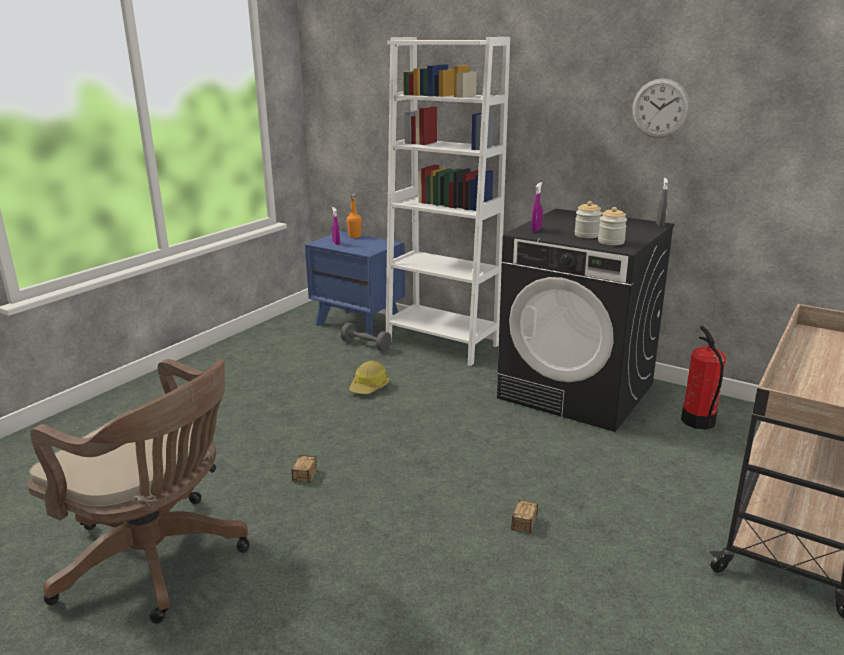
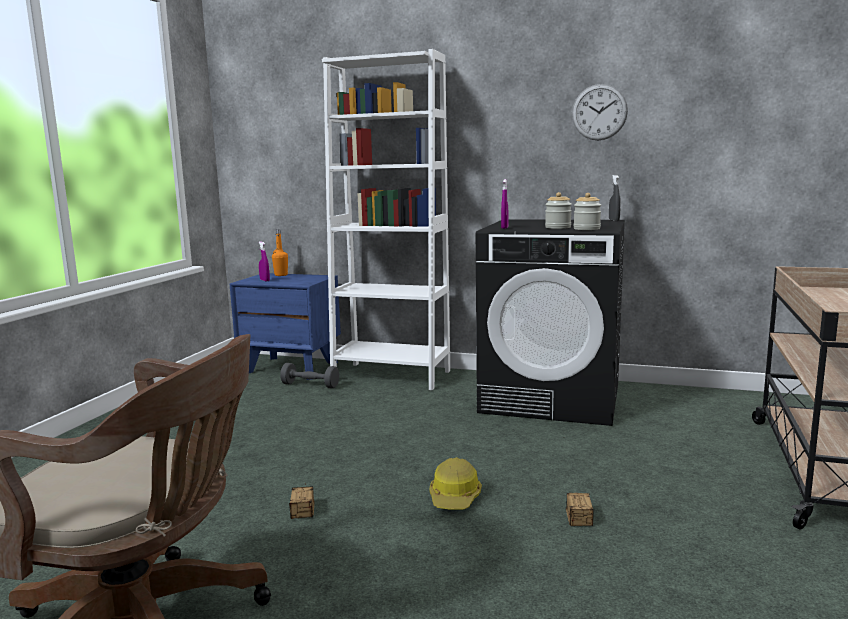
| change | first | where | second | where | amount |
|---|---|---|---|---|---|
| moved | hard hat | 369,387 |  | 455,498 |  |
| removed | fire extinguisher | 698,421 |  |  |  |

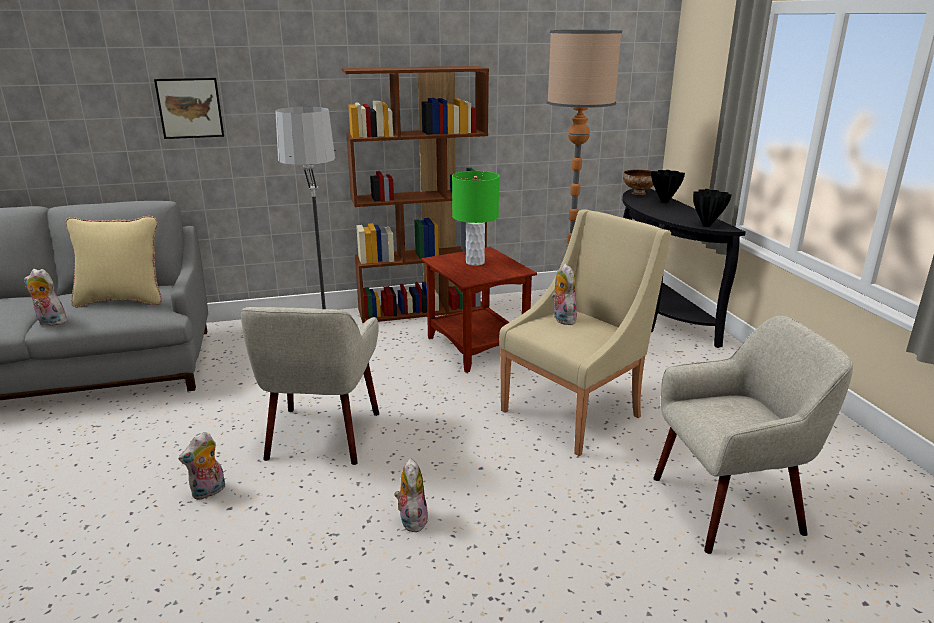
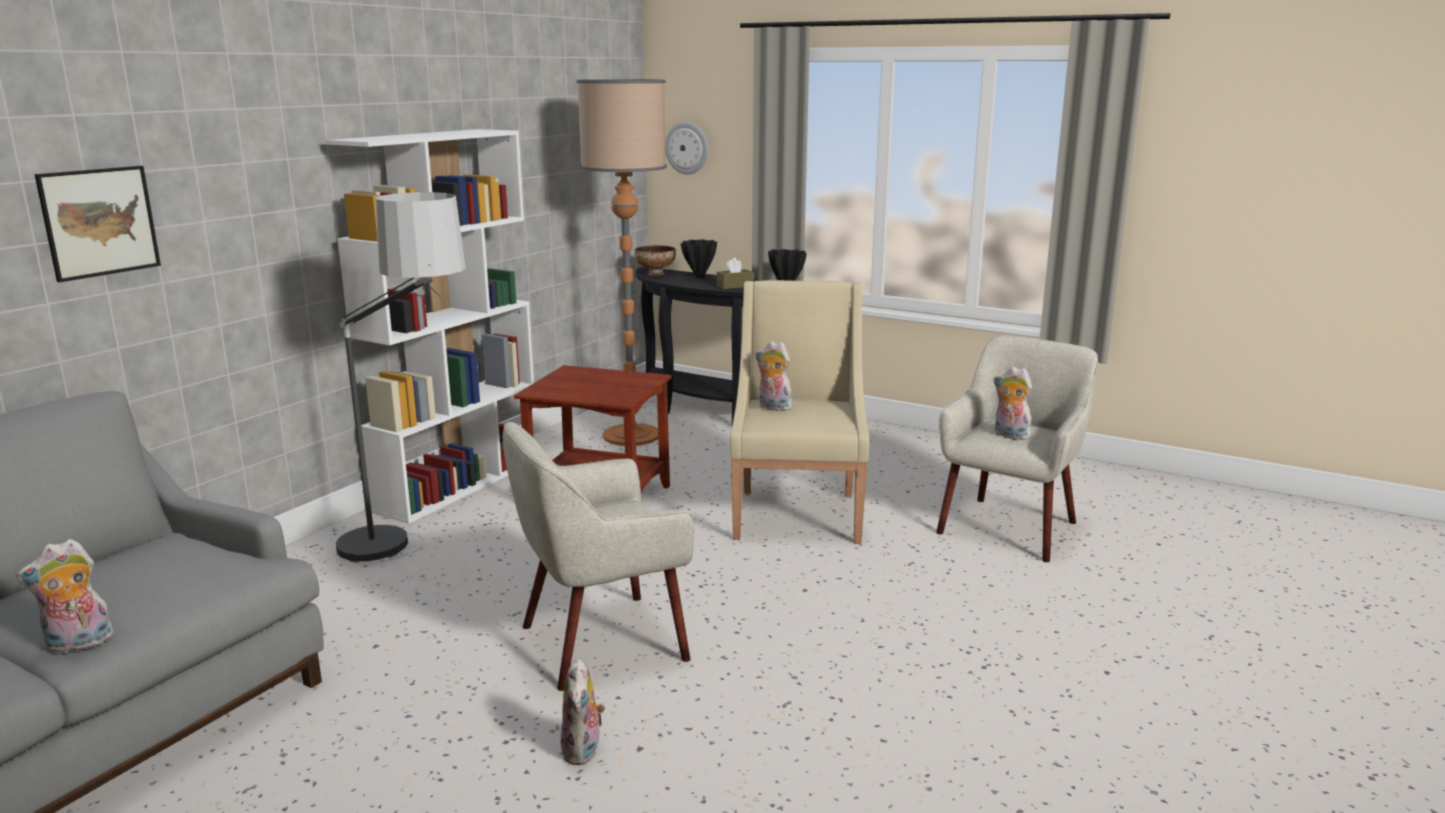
| change | first | where | second | where | amount |
|---|---|---|---|---|---|
| recoloured | bookcase/brown | 422,309 | bookcase/white | 459,484 |  |
| turned | armchair/beige | 322,436 |  | 600,641 | 105 degrees clockwise |
| added |  |  | wall clock | 687,148 |  |
| added |  |  | tissue box/brown | 735,286 |  |
| moved | plush toy | 411,519 |  | 1009,435 |  |
| removed | pillow/beige | 122,300 |  |  |  |
| removed | table lamp/green | 474,262 |  |  |  |

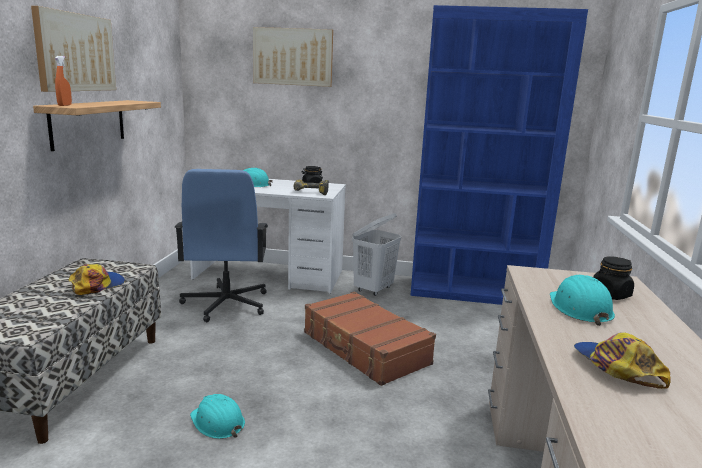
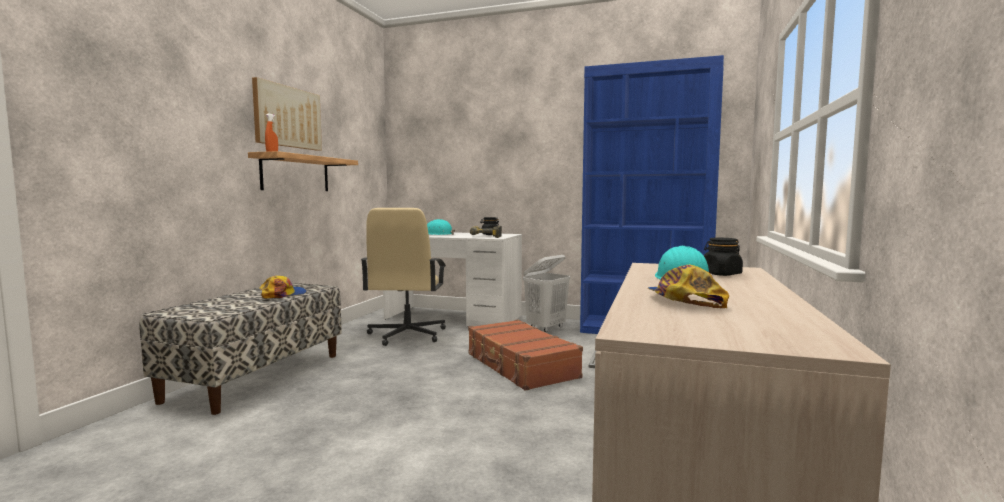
| change | first | where | second | where | amount |
|---|---|---|---|---|---|
| recoloured | office chair/blue | 225,304 | office chair/beige | 406,335 |  |
| removed | hard hat/turquoise | 217,422 |  |  |  |
| removed | picture | 293,57 |  |  |  |

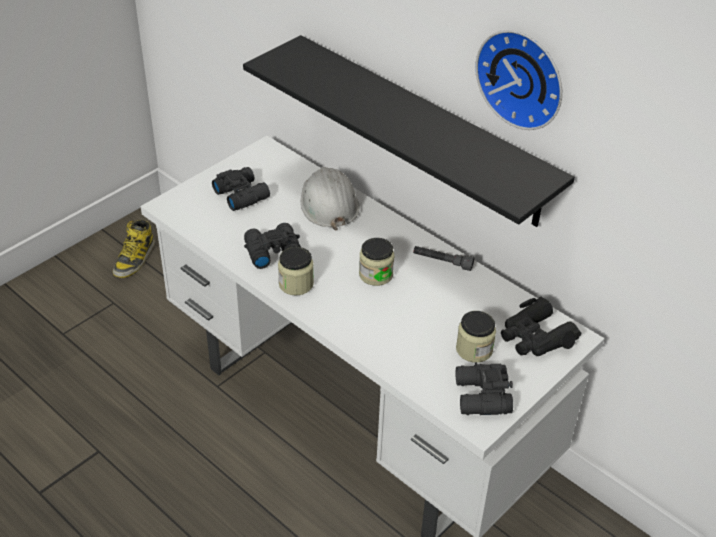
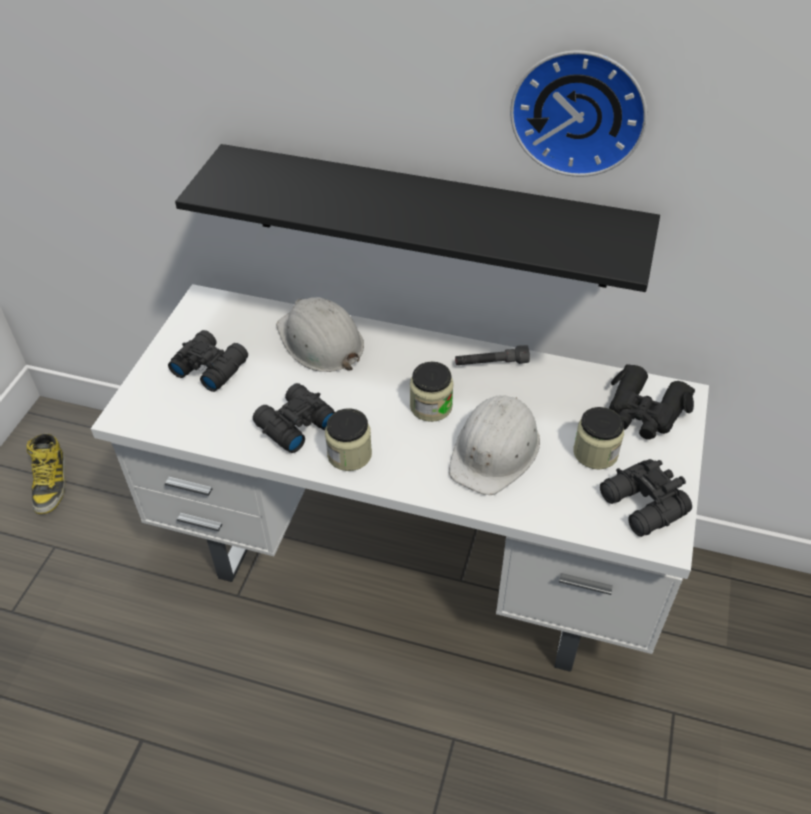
| change | first | where | second | where | amount |
|---|---|---|---|---|---|
| added |  |  | hard hat/white | 495,450 |  |

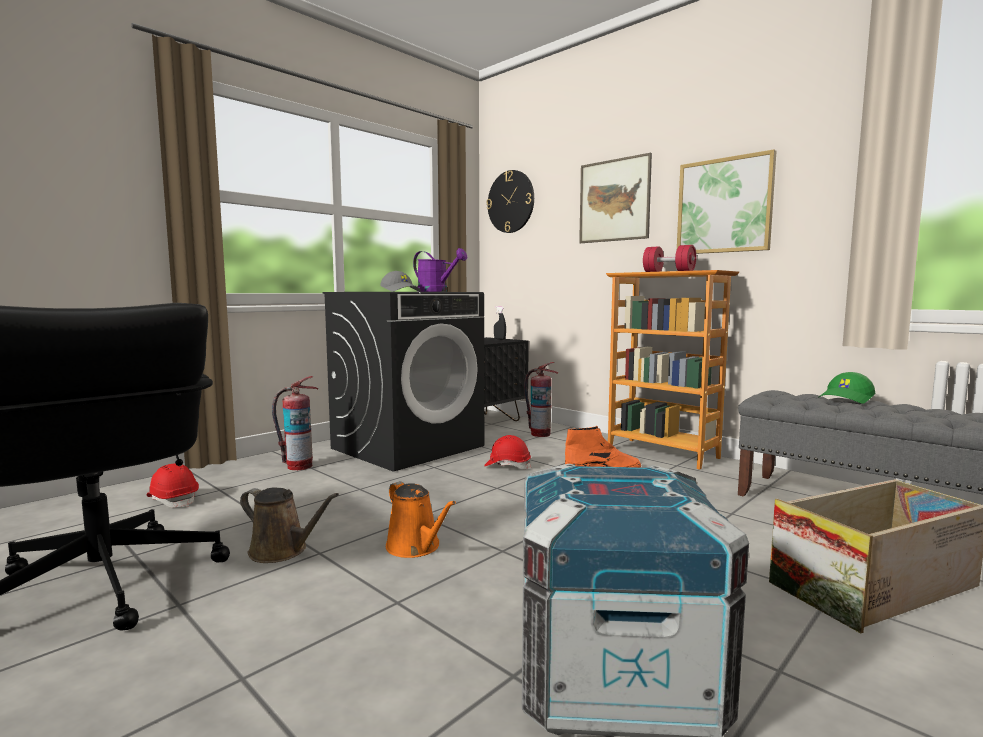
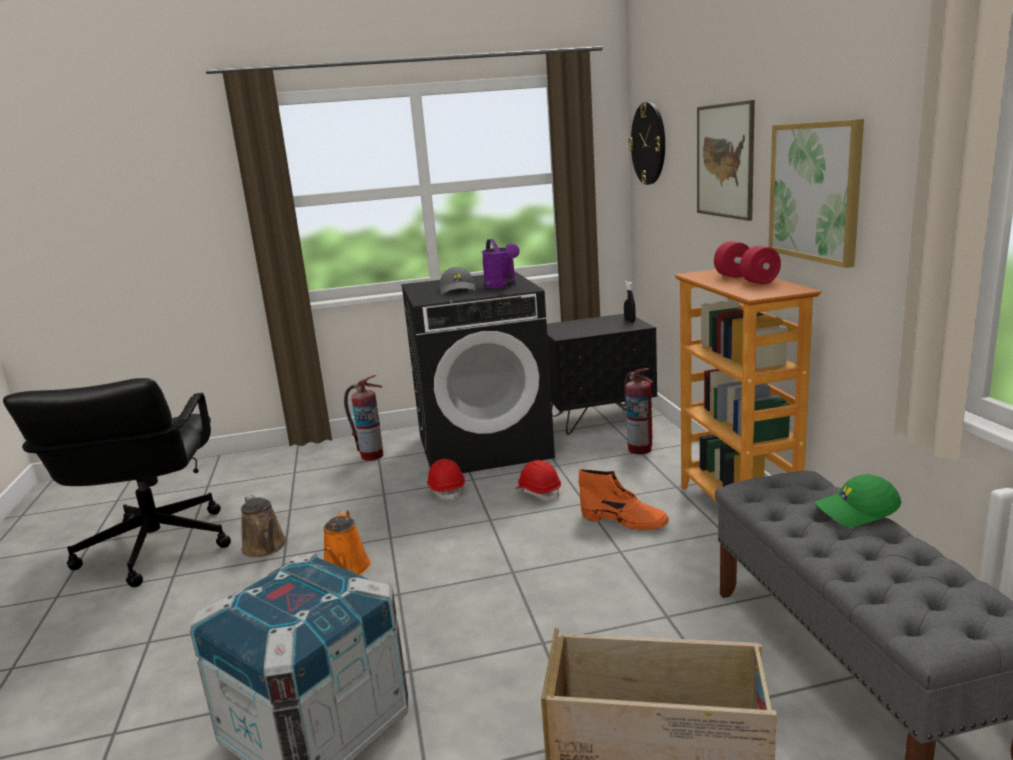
| change | first | where | second | where | amount |
|---|---|---|---|---|---|
| moved | hard hat/red | 173,500 |  | 446,490 |  |

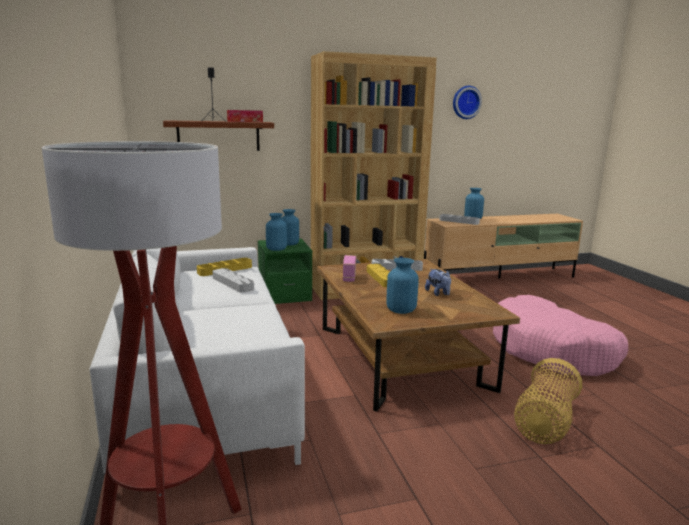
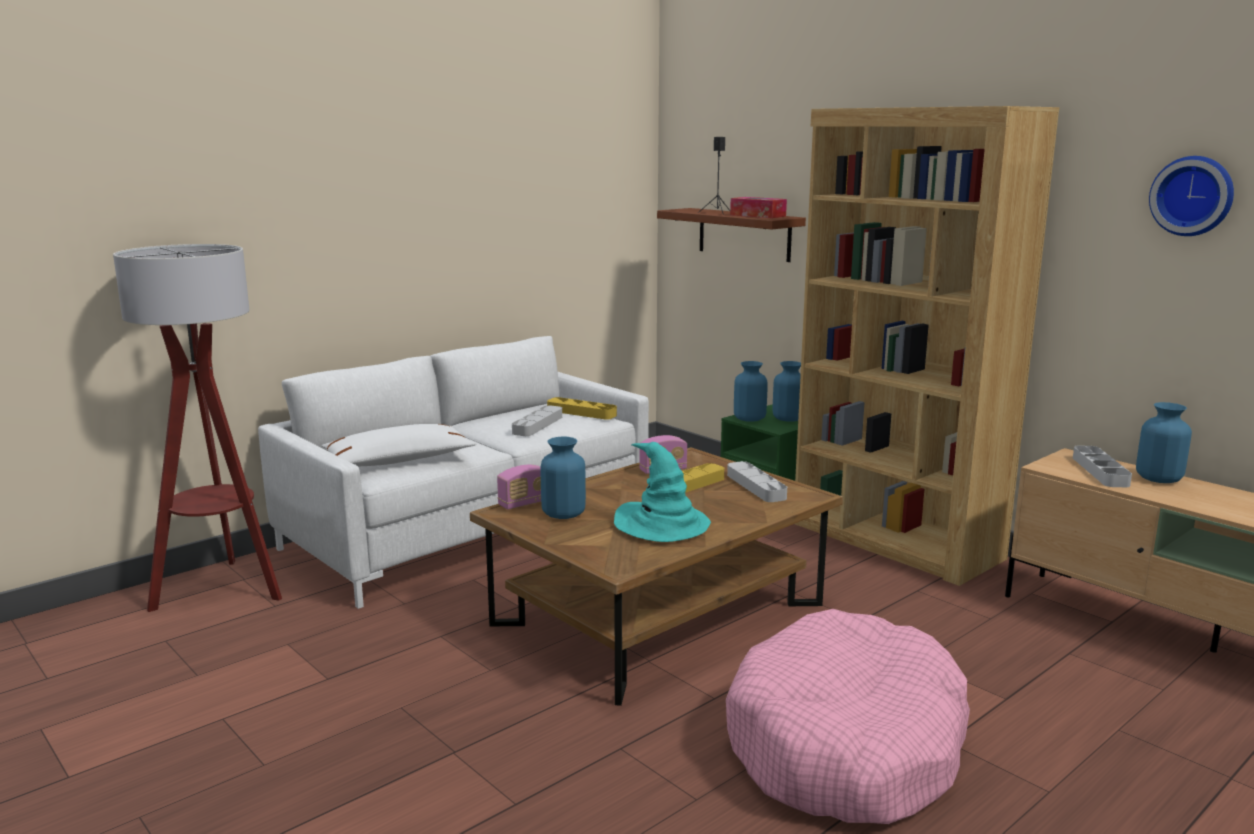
| change | first | where | second | where | amount |
|---|---|---|---|---|---|
| added |  |  | pillow/white | 398,460 |  |
| added |  |  | radio | 524,503 |  |
| replaced | plush toy | 438,293 | hat/turquoise | 662,525 |  |
| removed | basket | 544,423 |  |  |  |

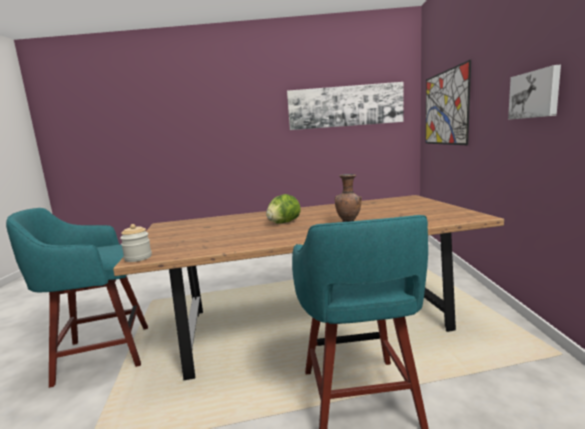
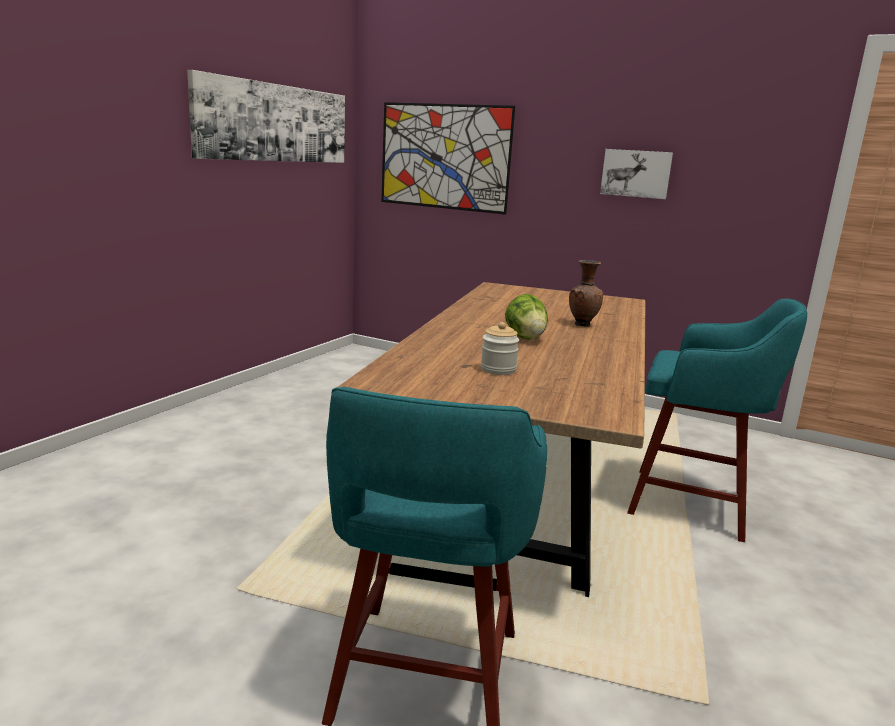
| change | first | where | second | where | amount |
|---|---|---|---|---|---|
| moved | jar | 138,258 |  | 498,370 |  |

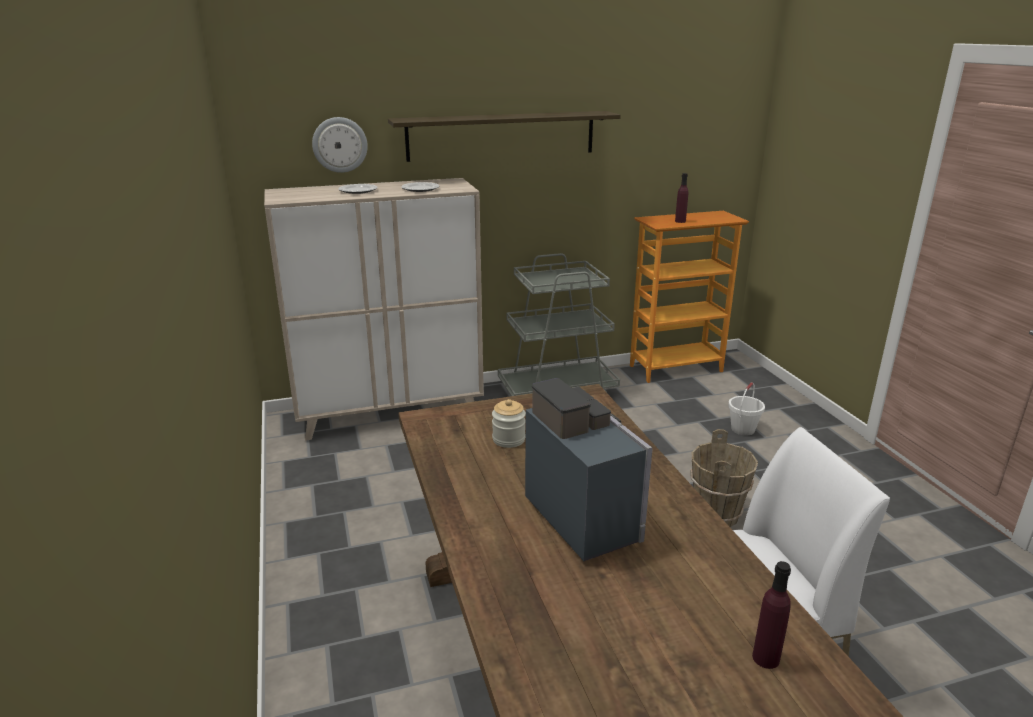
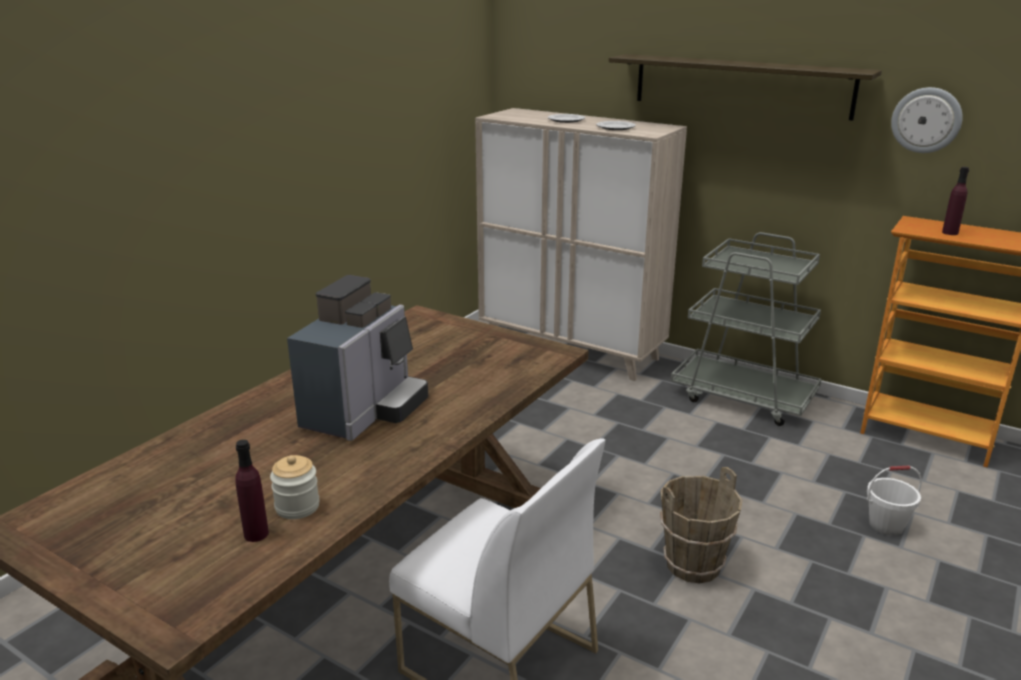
| change | first | where | second | where | amount |
|---|---|---|---|---|---|
| moved | jar | 508,439 |  | 297,507 |  |
| moved | wall clock | 340,144 |  | 926,120 |  |

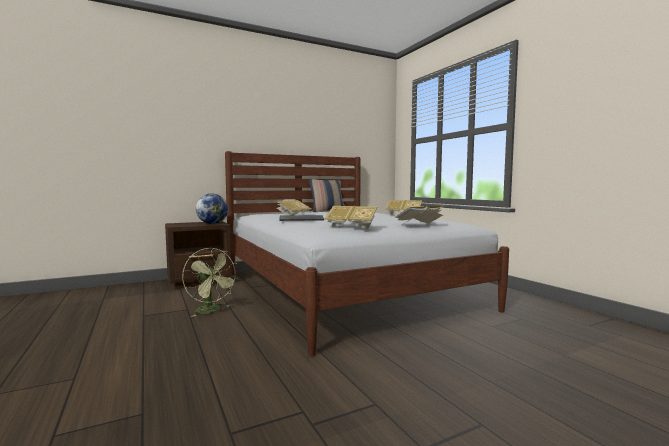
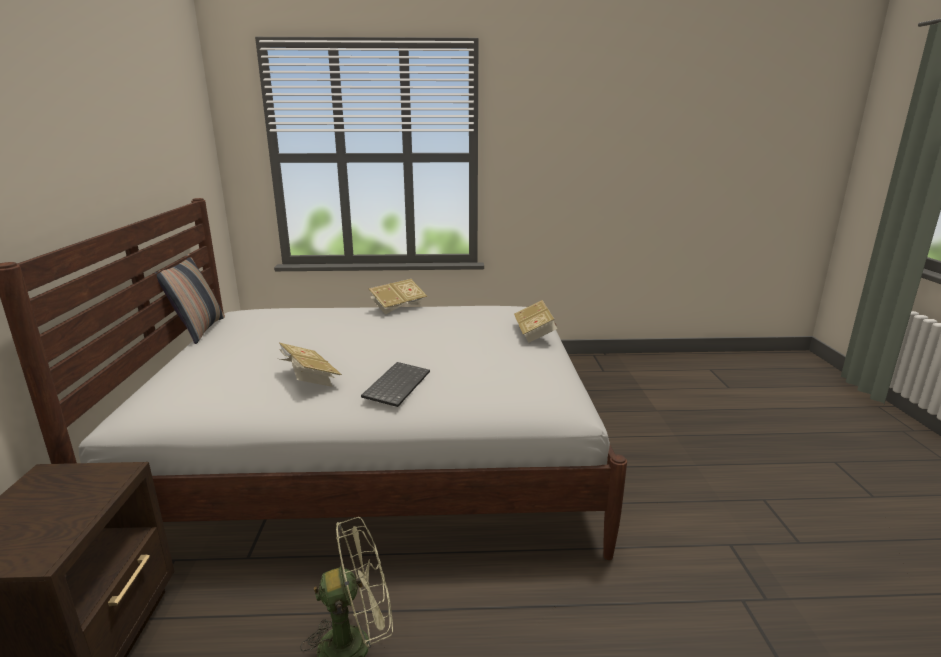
| change | first | where | second | where | amount |
|---|---|---|---|---|---|
| removed | globe | 212,224 |  |  |  |
| removed | book | 351,227 |  |  |  |

